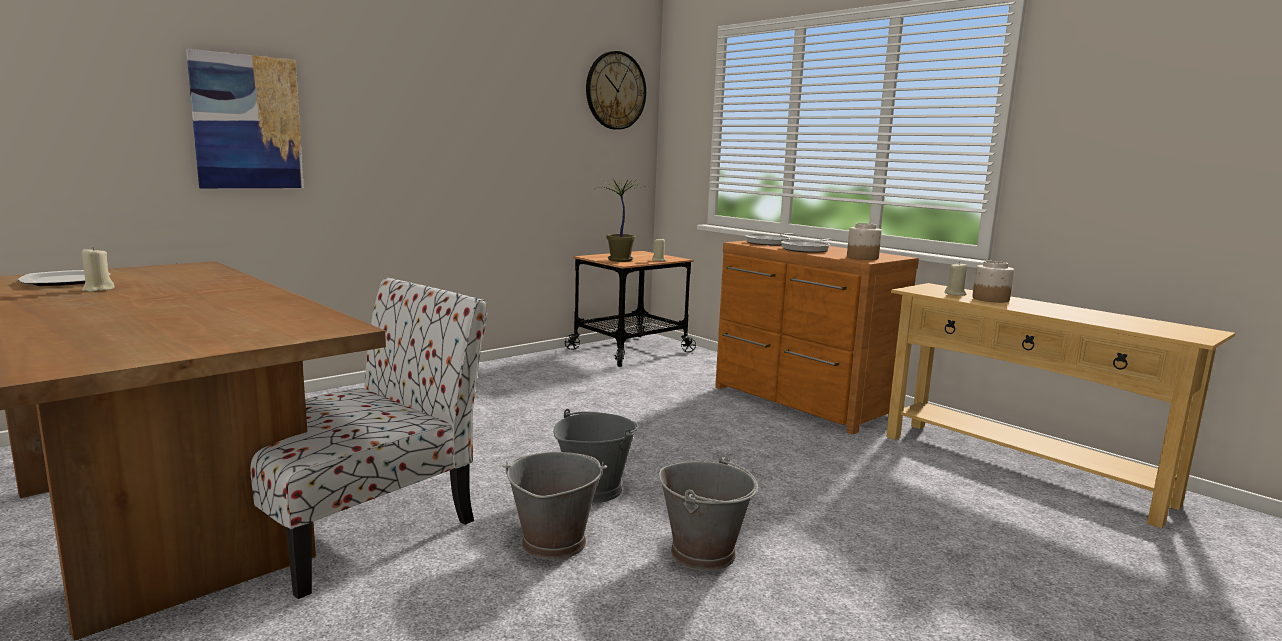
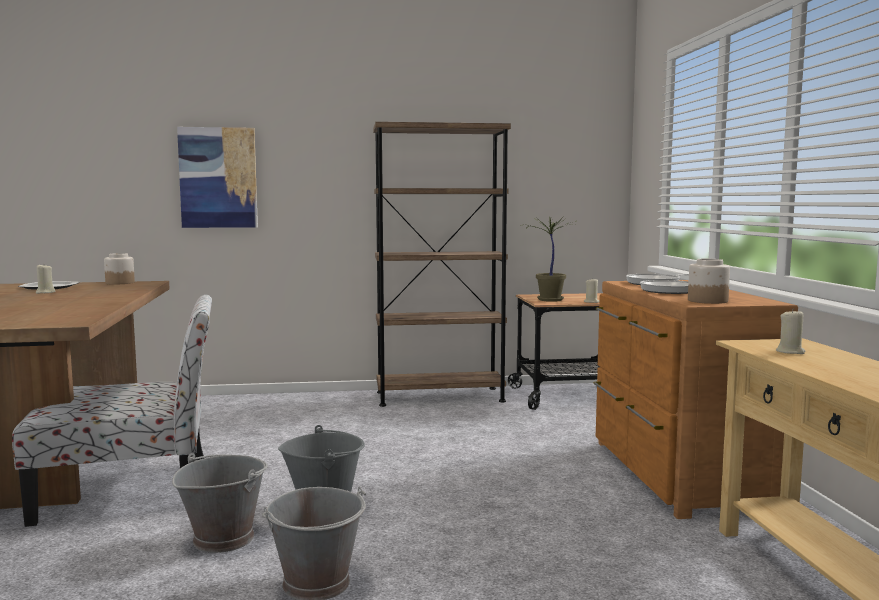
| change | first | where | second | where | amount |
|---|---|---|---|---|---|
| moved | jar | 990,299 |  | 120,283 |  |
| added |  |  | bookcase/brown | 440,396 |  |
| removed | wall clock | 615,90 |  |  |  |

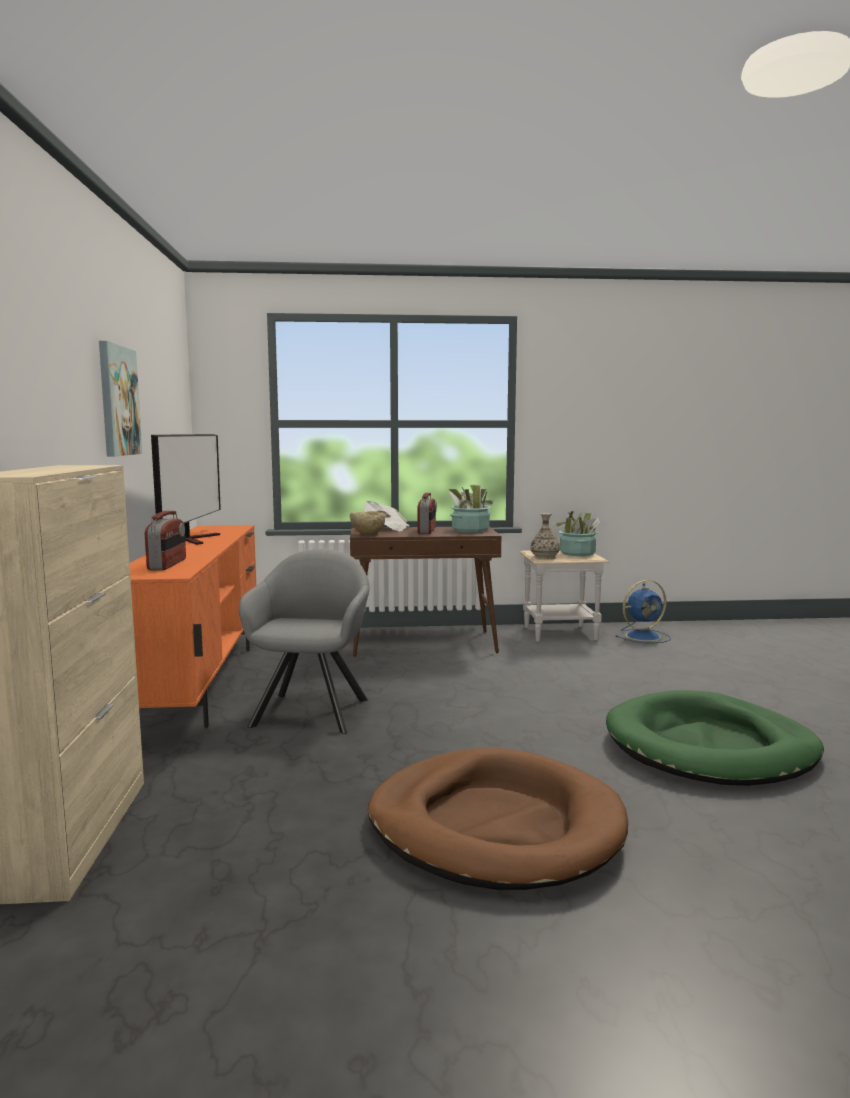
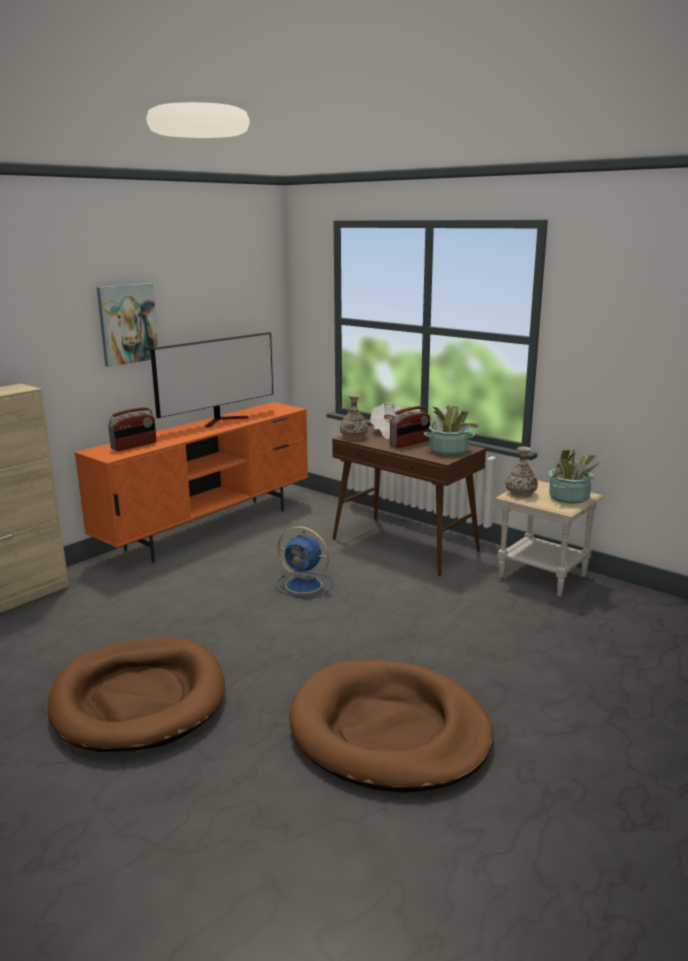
| change | first | where | second | where | amount |
|---|---|---|---|---|---|
| moved | fan/blue | 644,636 |  | 305,585 |  |
| recoloured | dog bed/green | 710,746 | dog bed/brown | 389,731 |  |
| replaced | bowl/beige | 367,534 | vase | 354,437 |  |
| removed | armchair/grey | 313,710 |  |  |  |

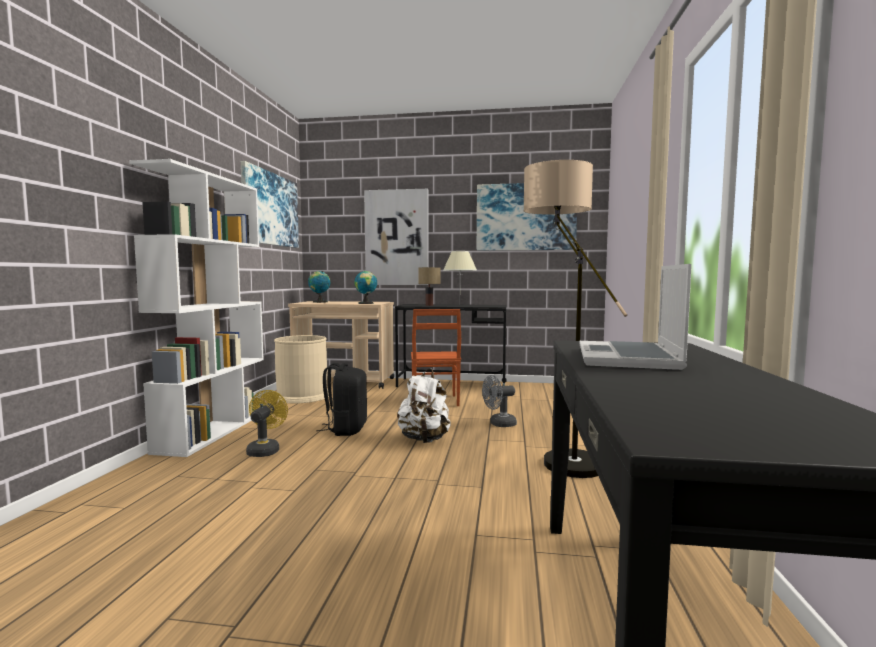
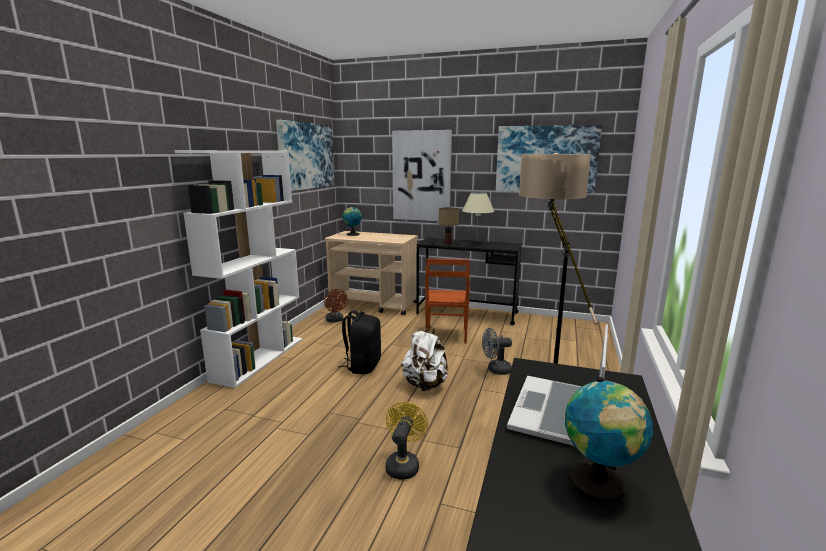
| change | first | where | second | where | amount |
|---|---|---|---|---|---|
| replaced | trash can/beige | 302,396 | fan/brown | 335,320 |  |
| moved | fan/yellow | 265,450 |  | 403,464 |  |
| moved | globe | 366,303 |  | 599,485 |  |

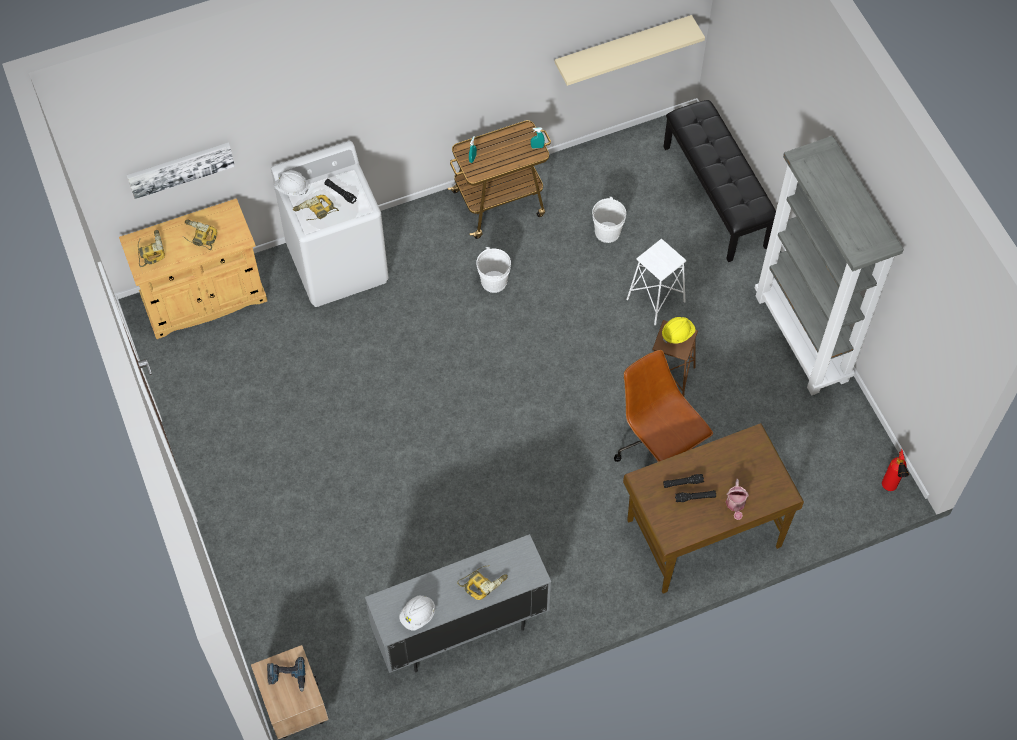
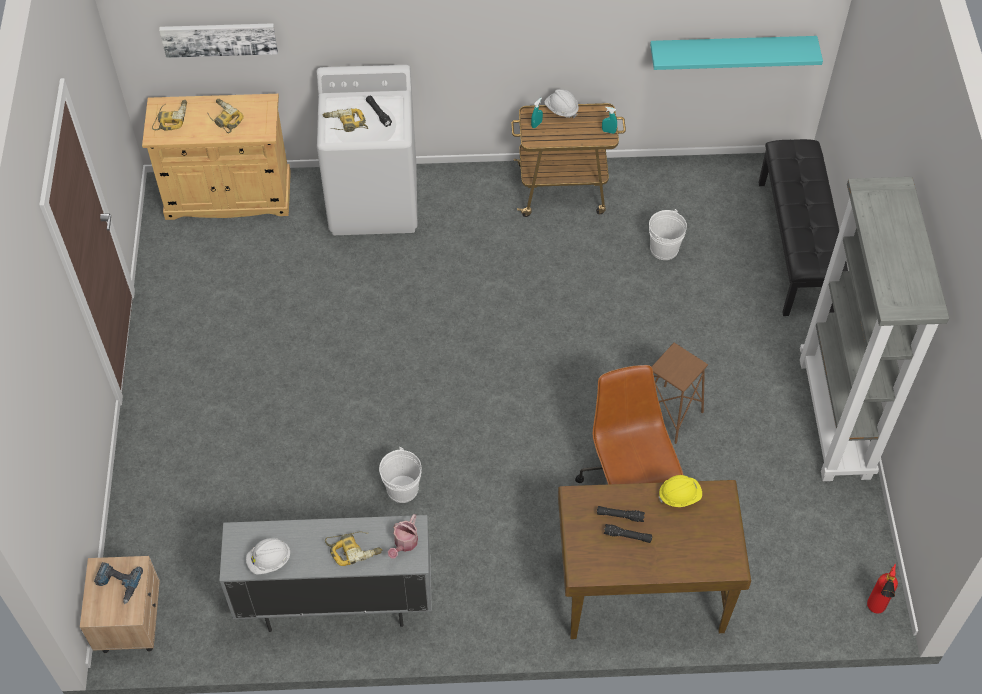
| change | first | where | second | where | amount |
|---|---|---|---|---|---|
| moved | bucket/white | 494,281 |  | 402,489 |  |
| moved | watering can | 735,505 |  | 404,544 |  |
| moved | hard hat/white | 291,188 |  | 561,110 |  |
| recoloured | shelf/beige | 622,46 | shelf/turquoise | 731,50 |  |
| moved | hard hat/yellow | 677,334 |  | 679,496 |  |
| removed | stool/white | 655,300 |  |  |  |

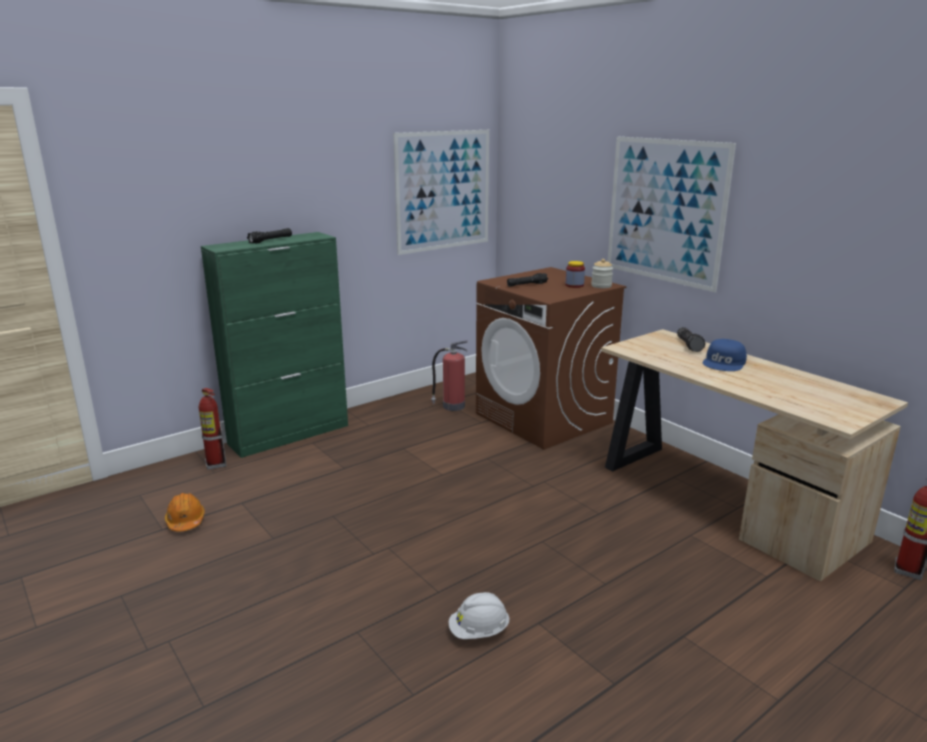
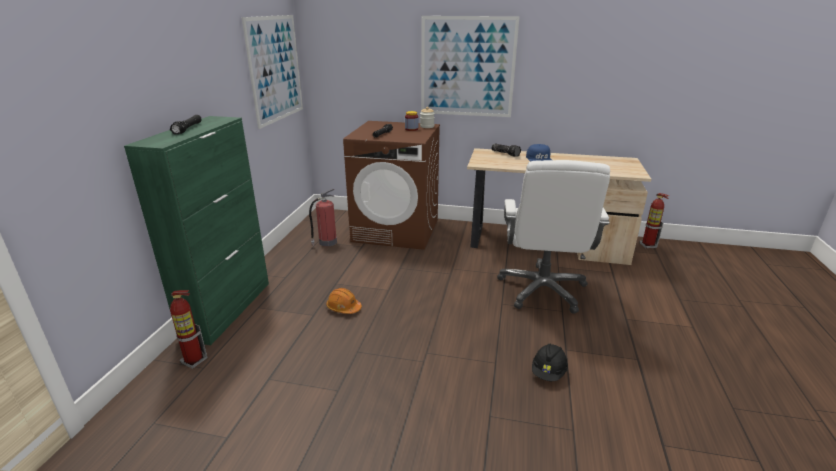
| change | first | where | second | where | amount |
|---|---|---|---|---|---|
| moved | hard hat/orange | 185,521 |  | 343,308 |  |
| added |  |  | office chair/white | 542,290 |  |
| recoloured | hard hat/white | 479,631 | hard hat/black | 548,372 |  |

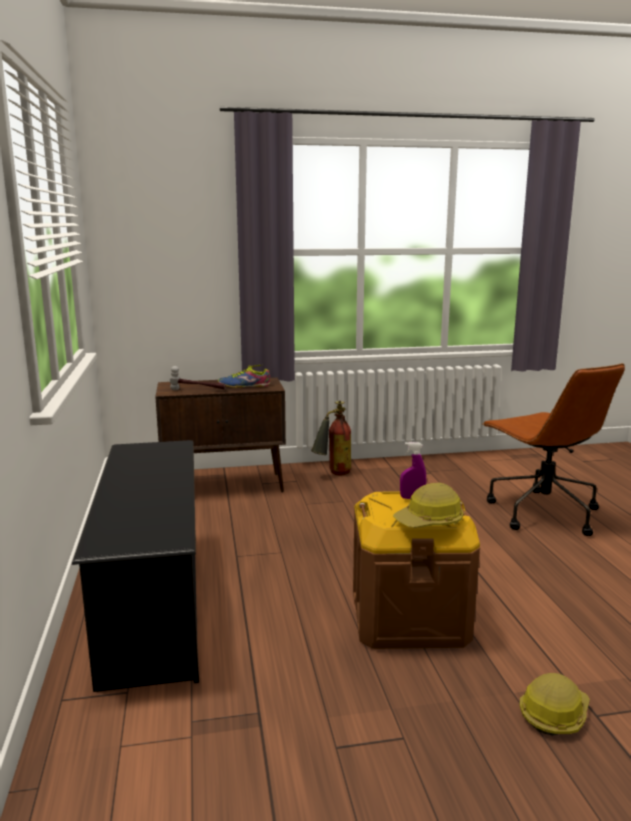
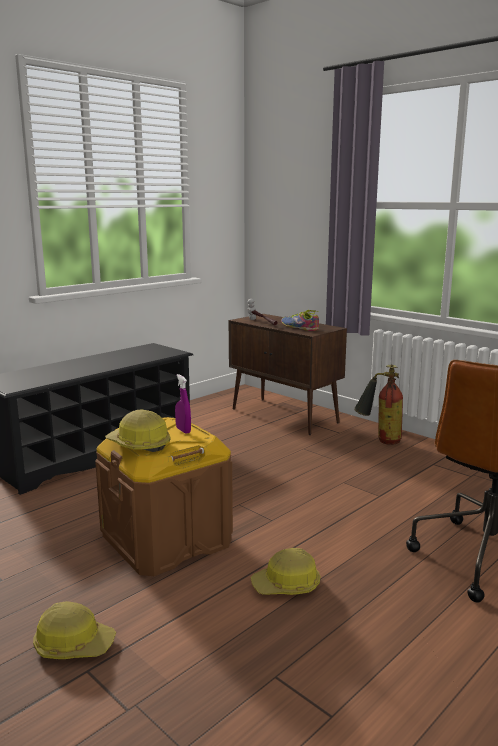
| change | first | where | second | where | amount |
|---|---|---|---|---|---|
| added |  |  | hard hat | 287,585 |  |

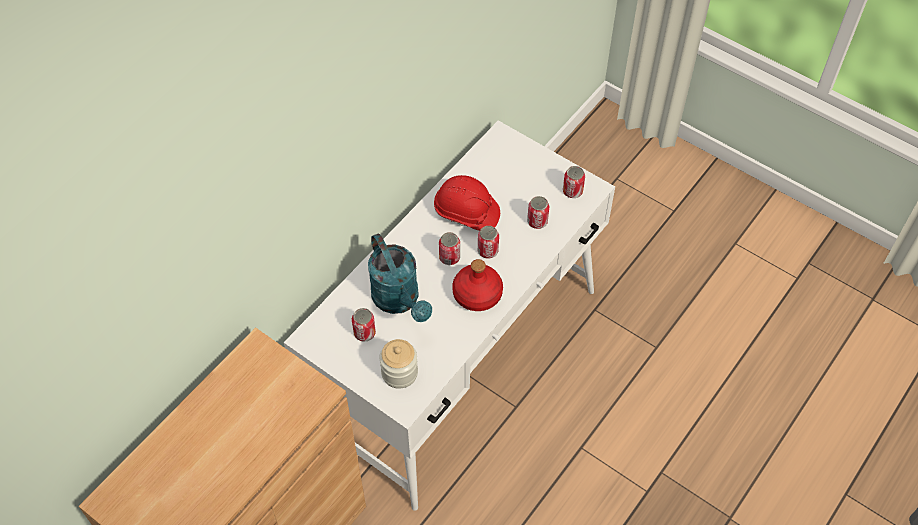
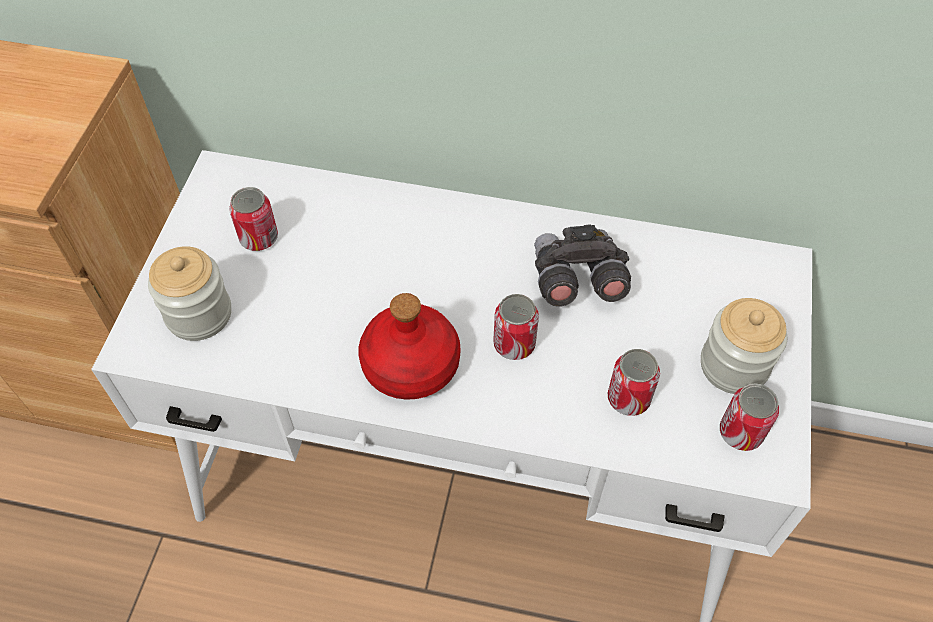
| change | first | where | second | where | amount |
|---|---|---|---|---|---|
| replaced | hard hat/red | 466,213 | binoculars/grey | 576,281 |  |
| added |  |  | jar | 734,365 |  |
| removed | watering can/turquoise | 399,300 |  |  |  |
| removed | can | 449,257 |  |  |  |

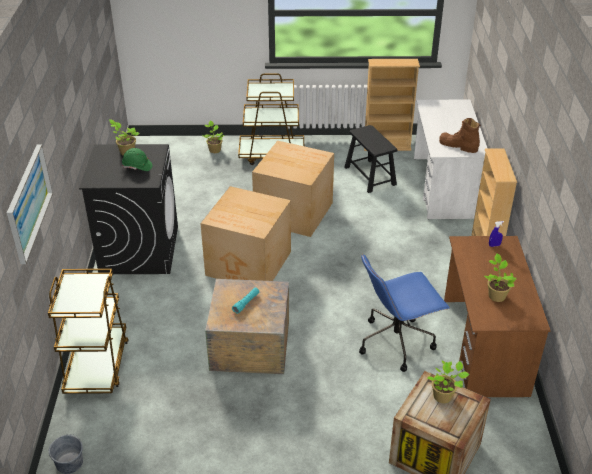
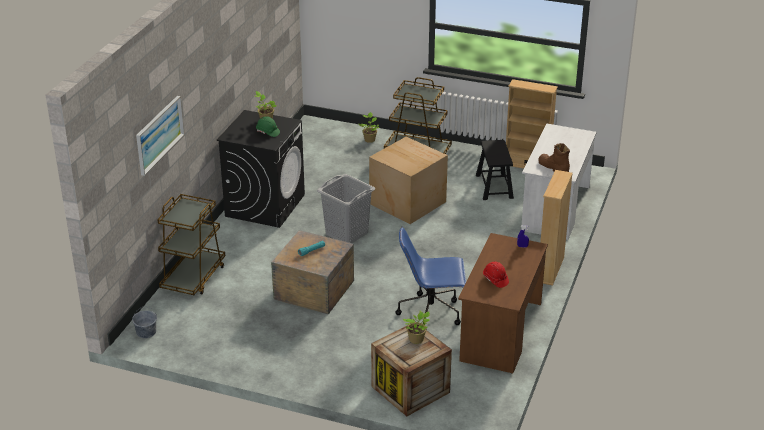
| change | first | where | second | where | amount |
|---|---|---|---|---|---|
| replaced | cardboard box | 249,264 | laundry basket/grey | 346,234 |  |
| replaced | potted plant | 496,295 | hard hat/red | 495,280 |  |

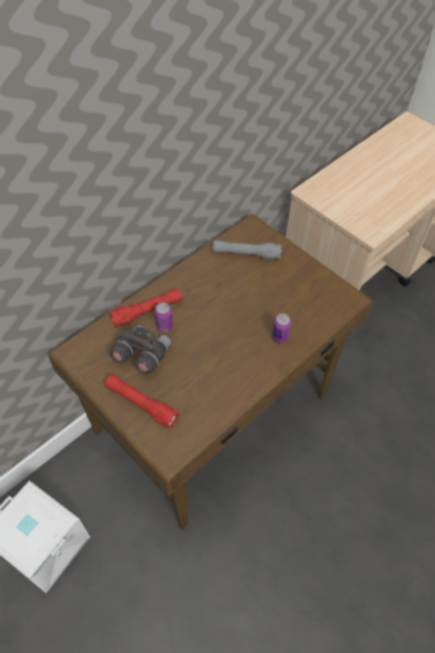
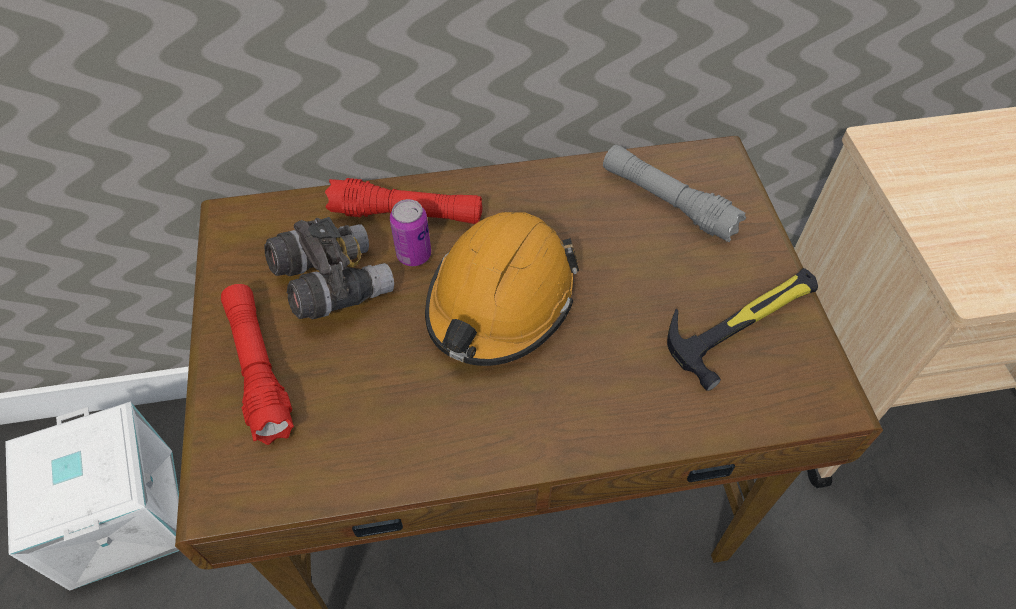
| change | first | where | second | where | amount |
|---|---|---|---|---|---|
| added |  |  | hard hat/orange | 500,301 |  |
| added |  |  | hammer | 744,320 |  |
| removed | can | 279,337 |  |  |  |

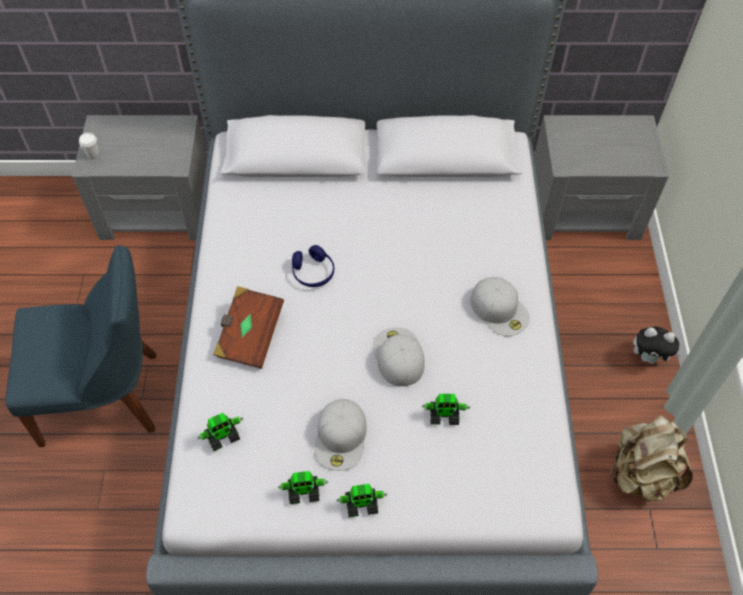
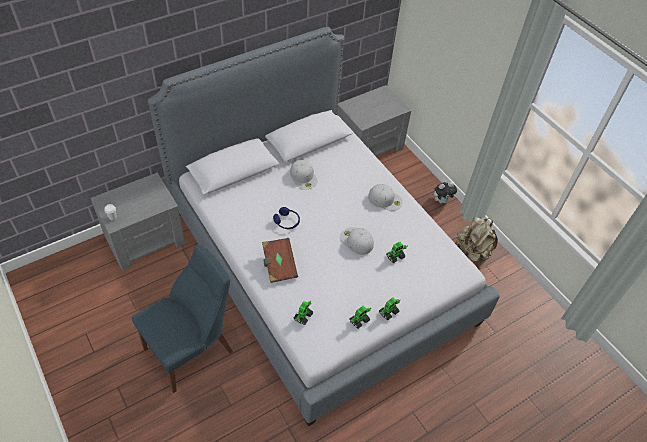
| change | first | where | second | where | amount |
|---|---|---|---|---|---|
| moved | cap/white | 341,437 |  | 303,177 |  |

